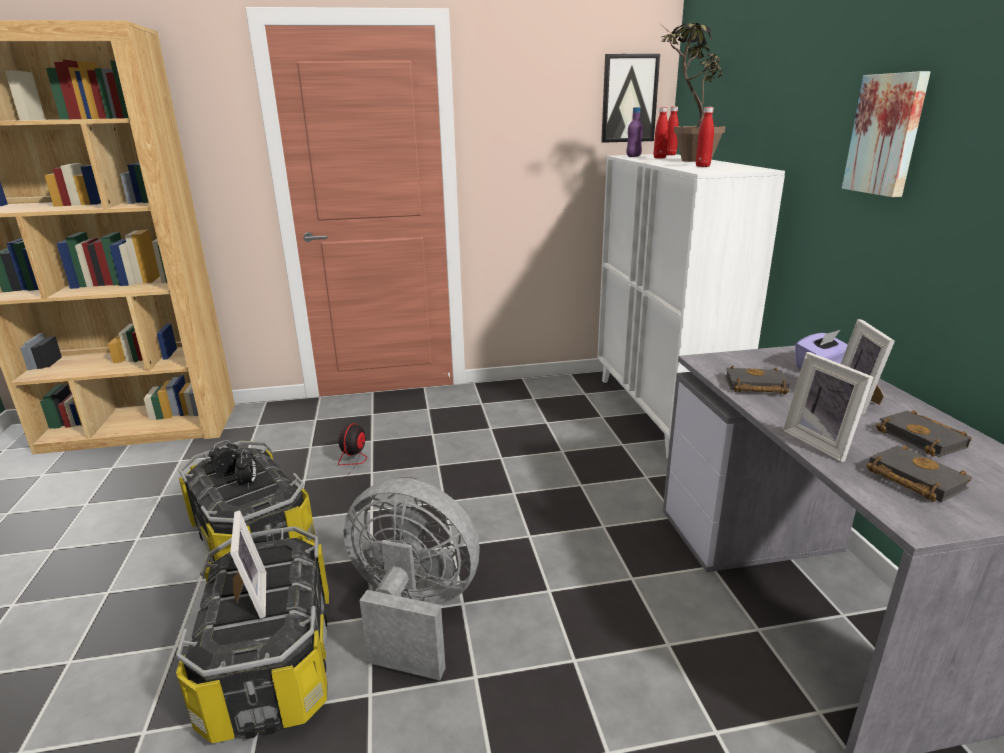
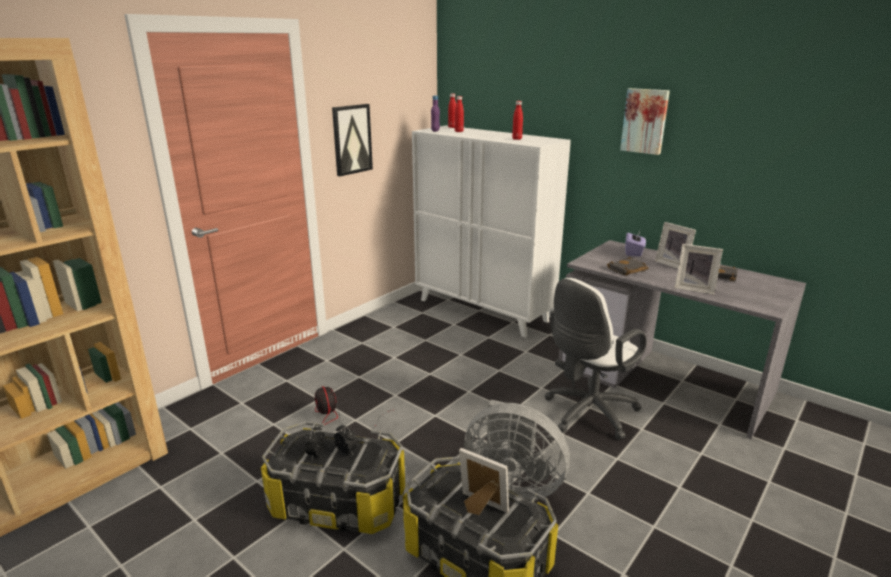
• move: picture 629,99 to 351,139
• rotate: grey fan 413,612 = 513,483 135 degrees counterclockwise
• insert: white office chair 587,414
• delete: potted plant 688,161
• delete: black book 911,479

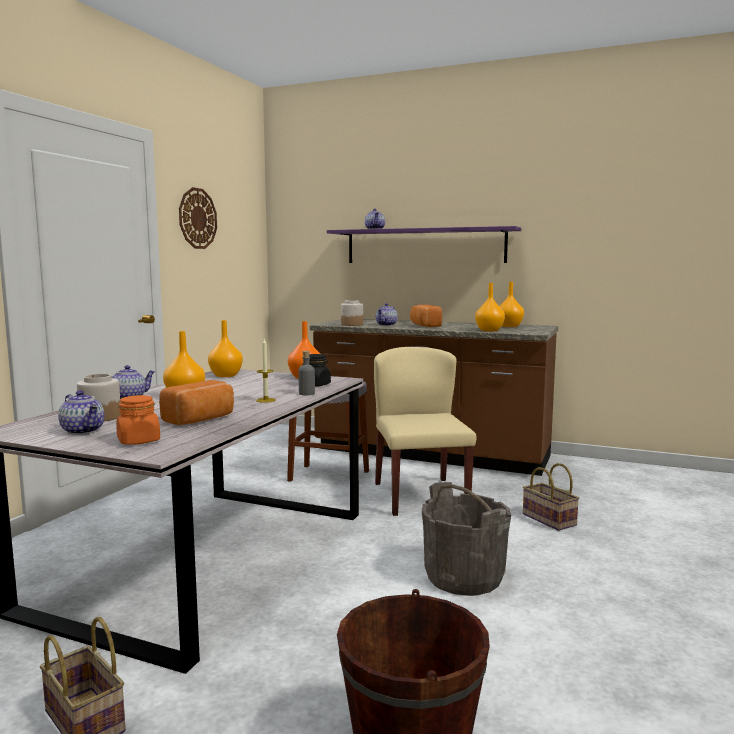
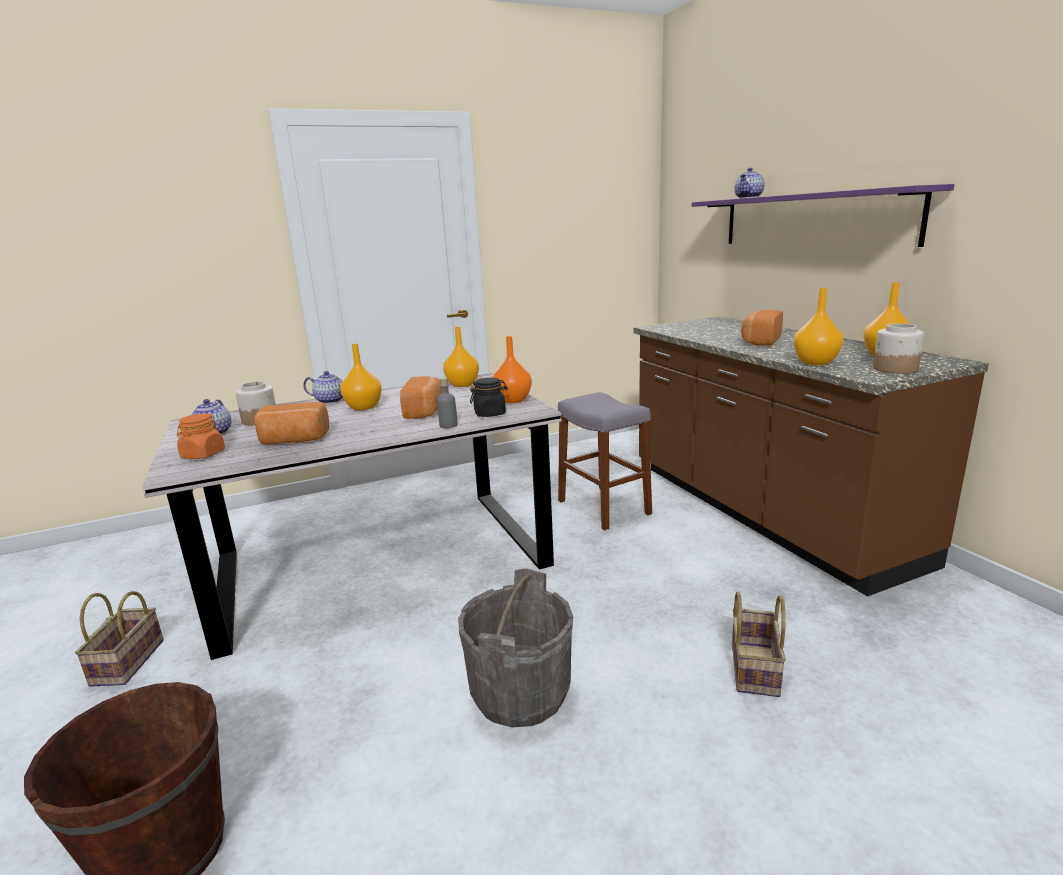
• insert: bread 425,411
• move: jar 352,324 to 895,369
• delete: wall clock 197,218
• delete: candle 265,400
• delete: beige chair 420,496
• delete: teapot 387,325

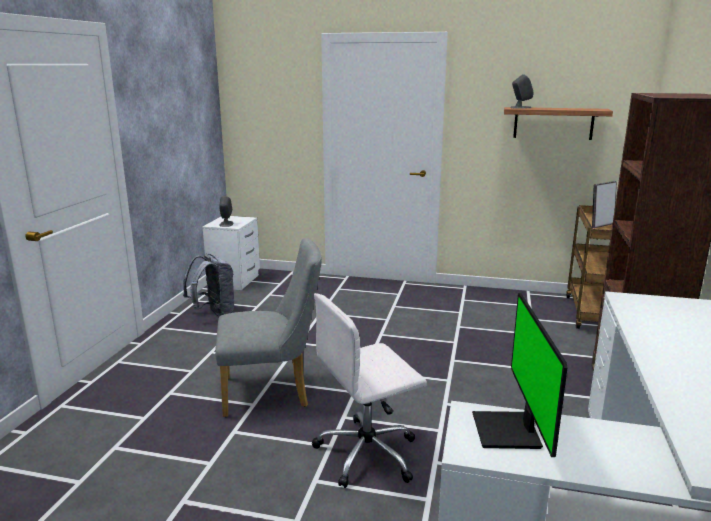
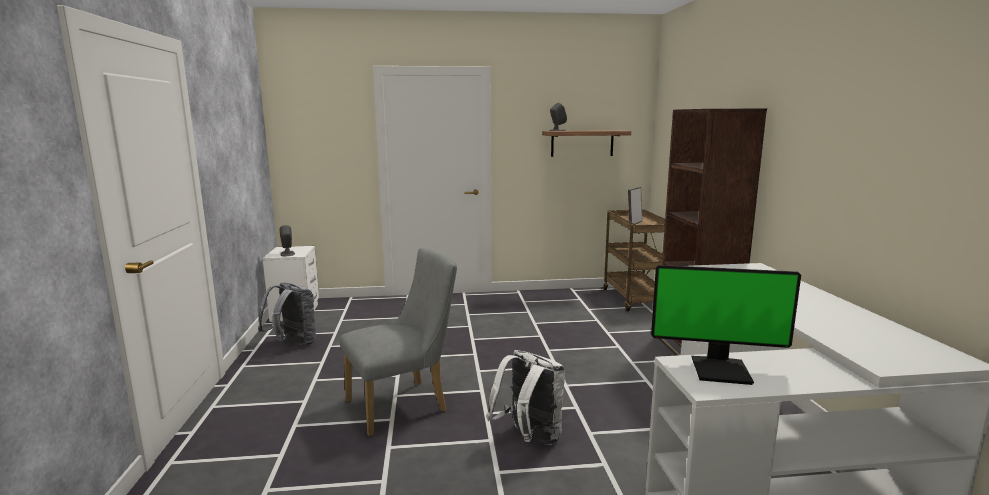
• replace: white office chair 368,453 to white backpack 529,438
• rotate: monitor 510,432 = 721,370 60 degrees counterclockwise

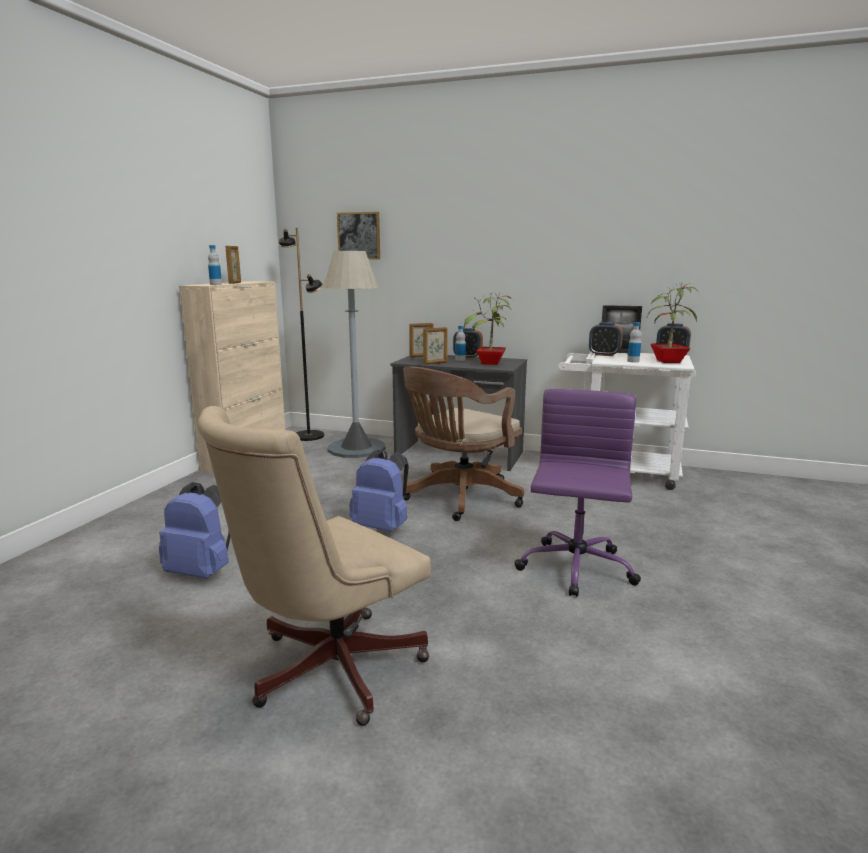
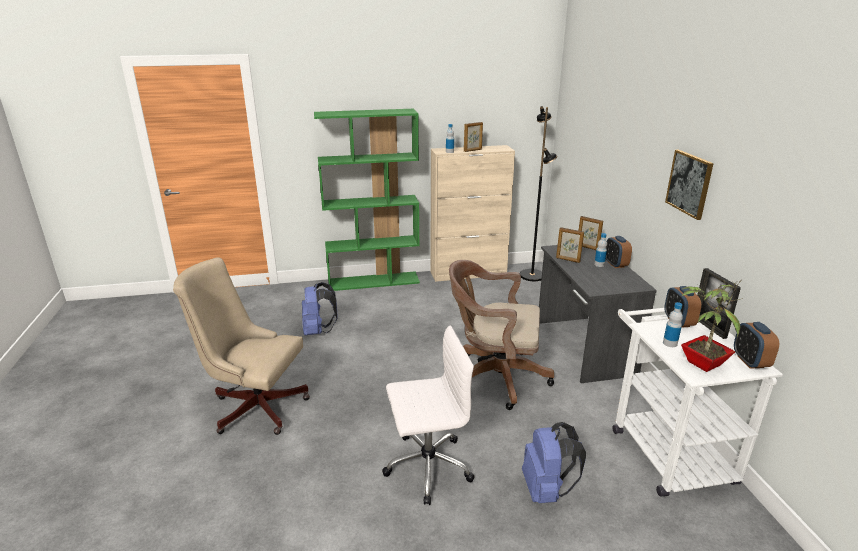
• insert: green bookcase 374,281
• recolor: purple office chair 575,569 to white office chair 426,466
• move: blue backpack 382,527 to 546,490
• move: picture 359,236 to 689,183
• delete: grey floor lamp 356,448
• delete: potted plant 490,363

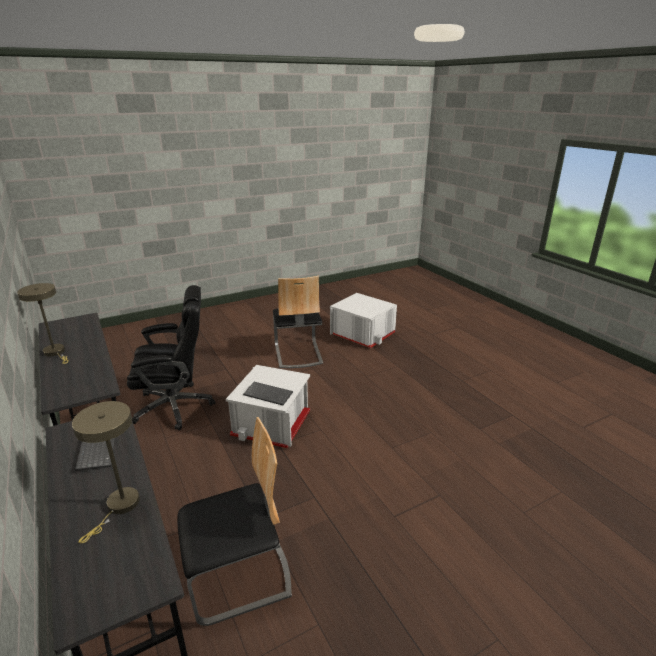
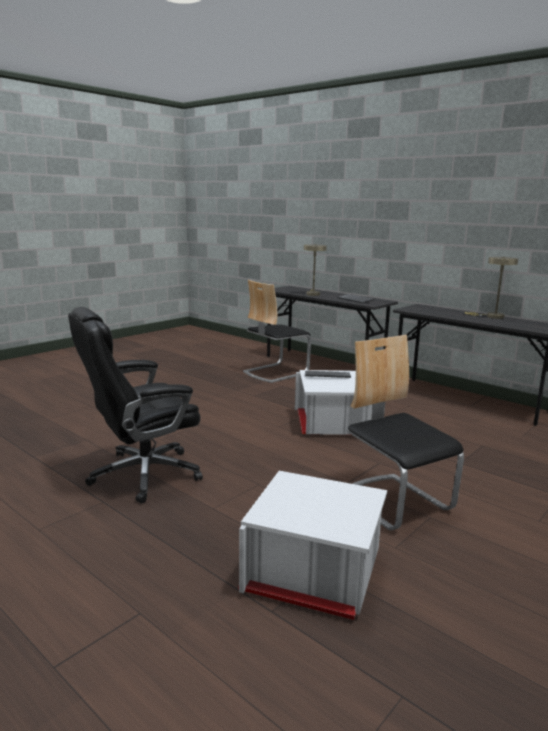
• move: black office chair 176,406 to 142,474

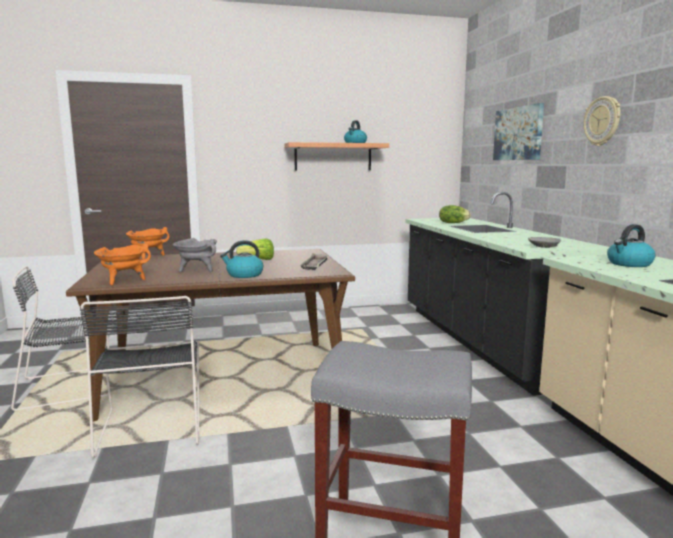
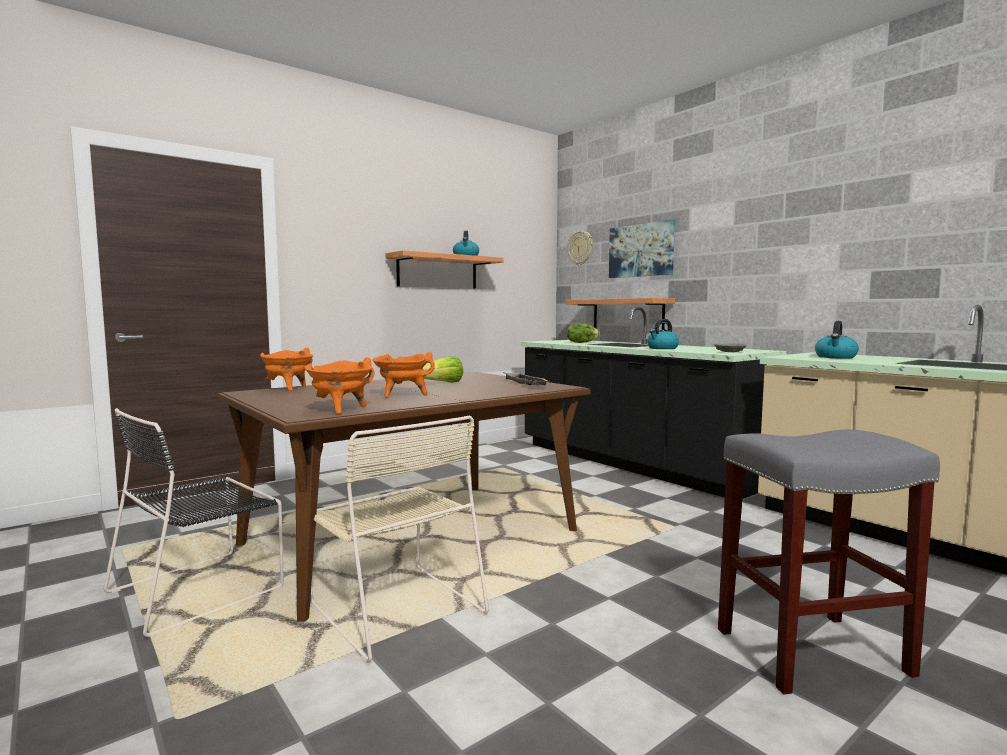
• recolor: black chair 152,425 to beige chair 394,606
• recolor: grey cooking pot 197,270 to orange cooking pot 402,395
• insert: shelf 627,314
• move: wall clock 602,121 to 580,248
• move: kettle 244,275 to 662,348

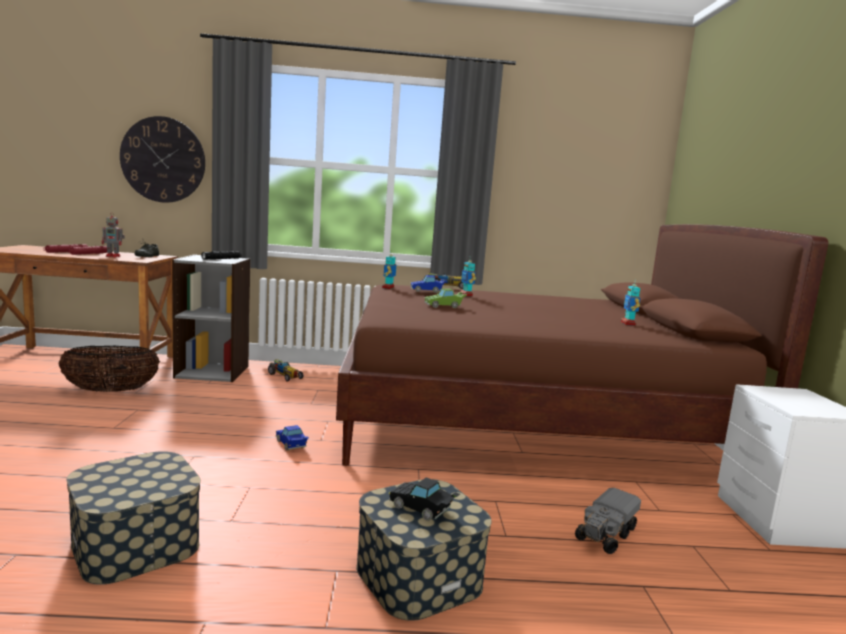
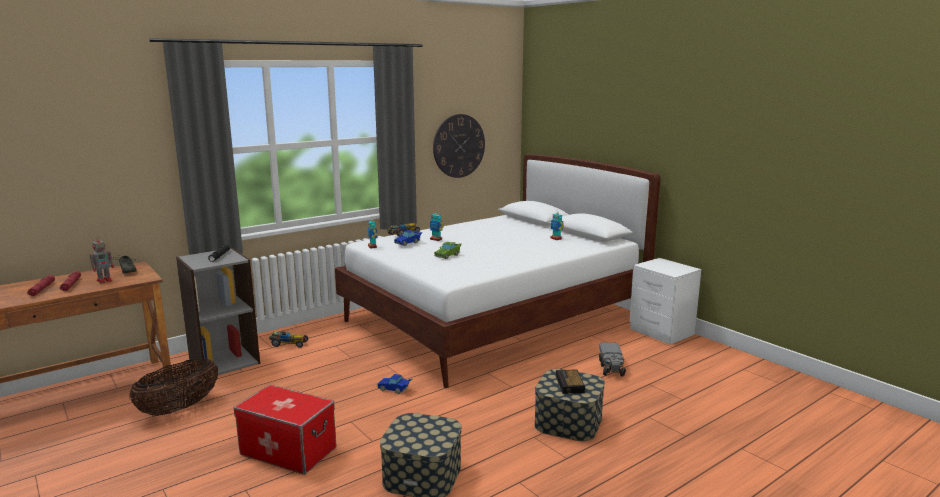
• insert: storage box 289,451
• recolor: brown bed 526,421 to white bed 495,319
• move: wall clock 163,160 to 459,146
• replace: black toy car 423,509 to alarm clock 570,385

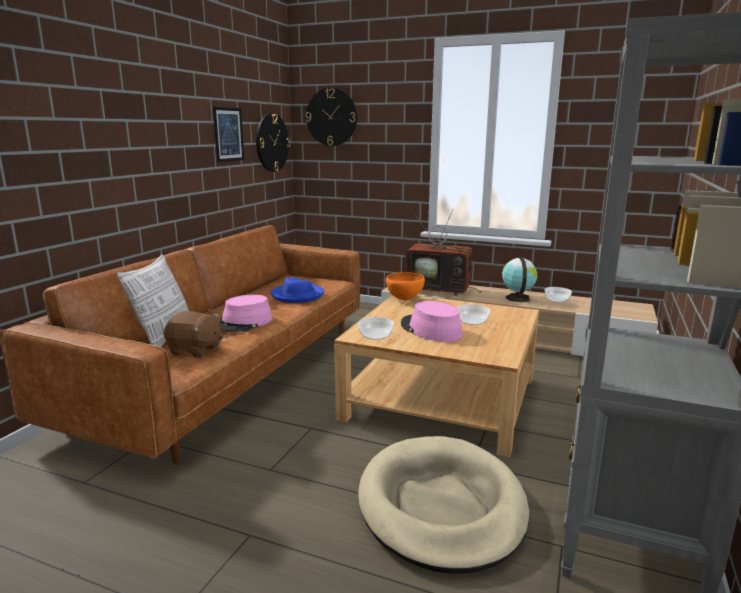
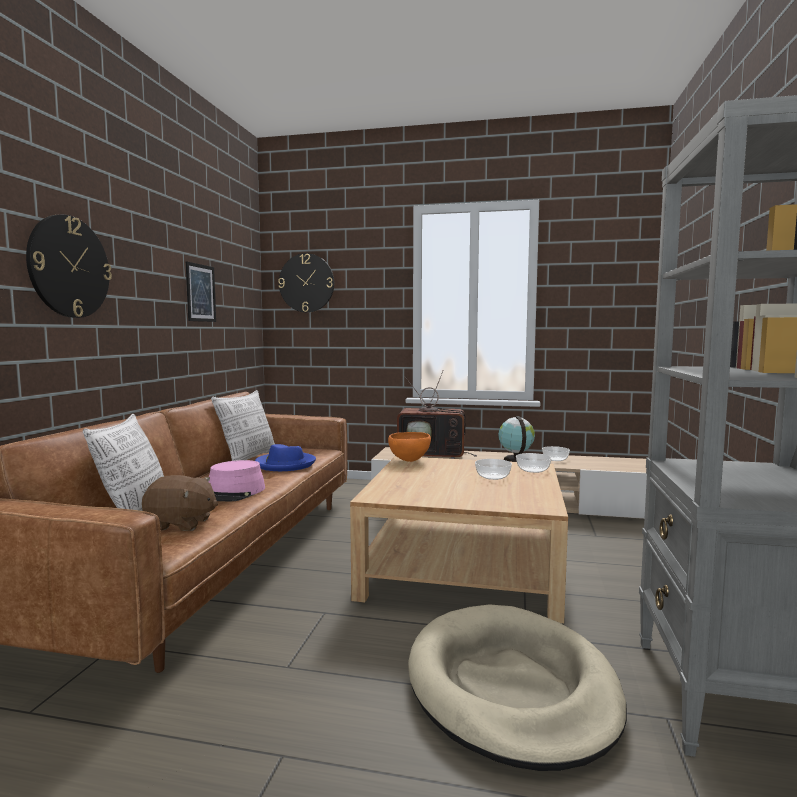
• move: wall clock 272,142 to 69,267
• insert: pillow 248,459
• move: bowl 375,336 to 532,470
• delete: pink hat 430,329

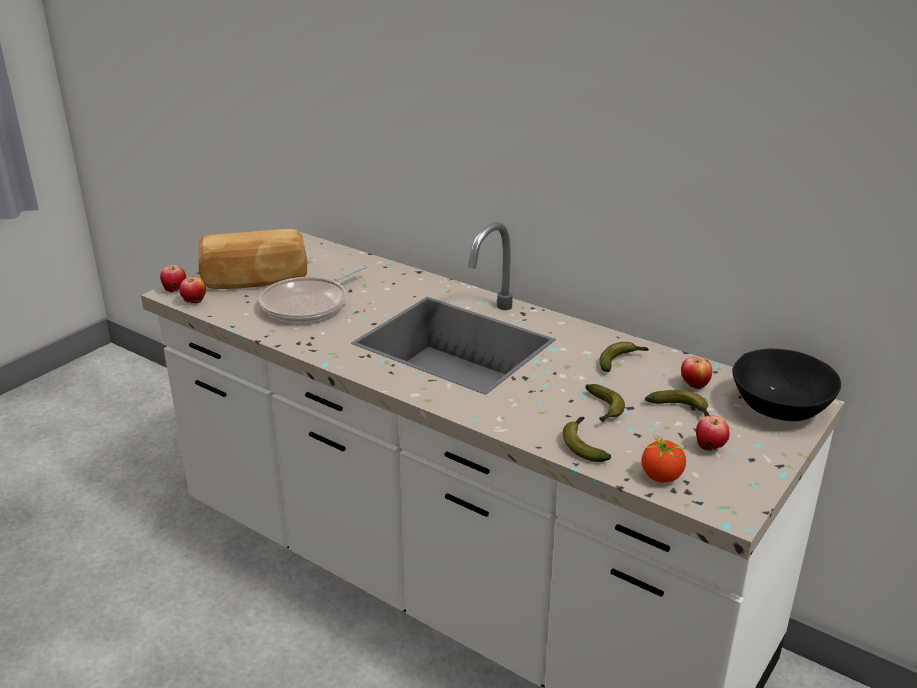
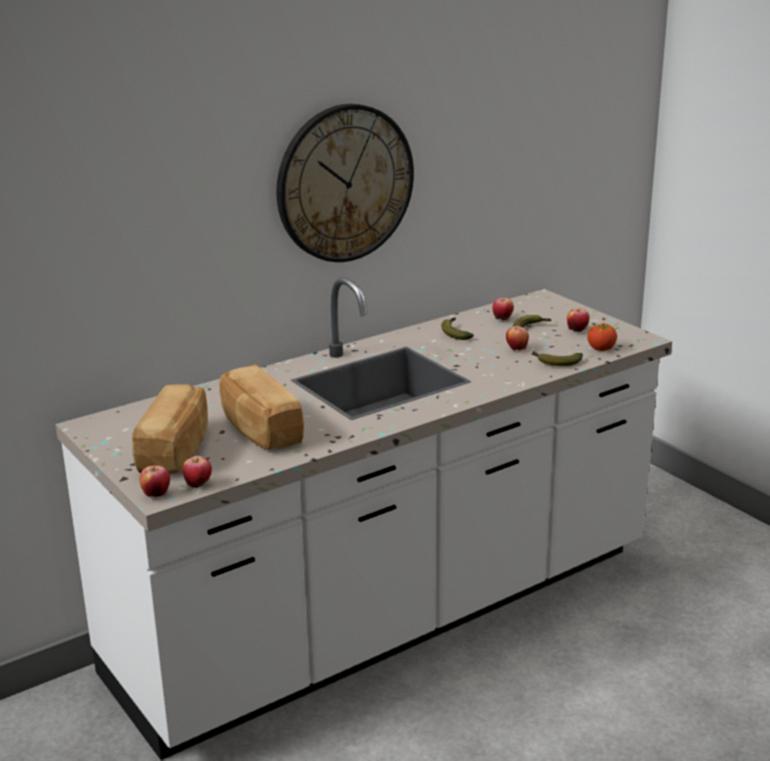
• replace: frying pan 309,305 to bread 259,429
• insert: wall clock 344,183
• replace: banana 604,410 to apple 516,349
• delete: black bowl 780,408

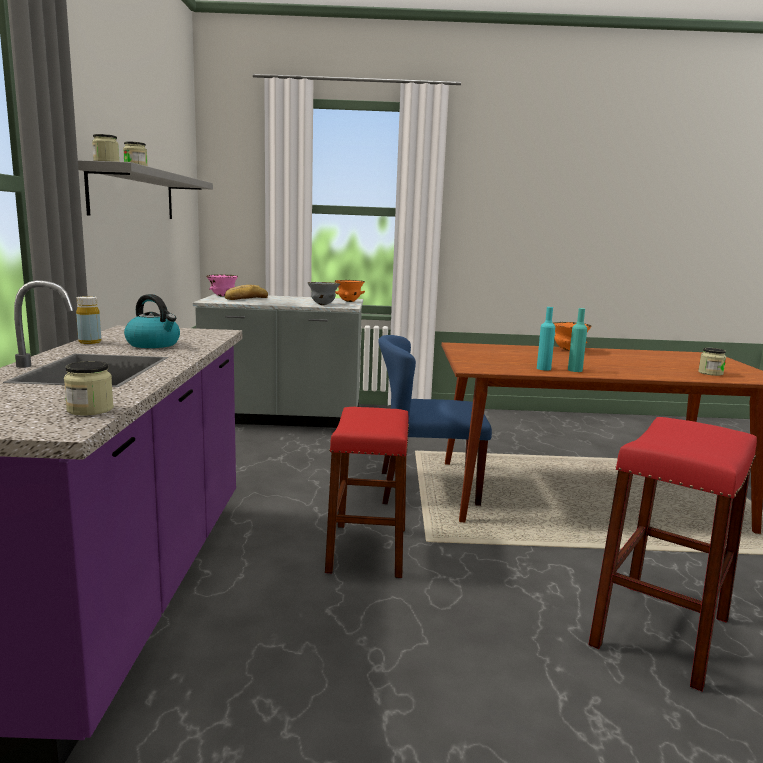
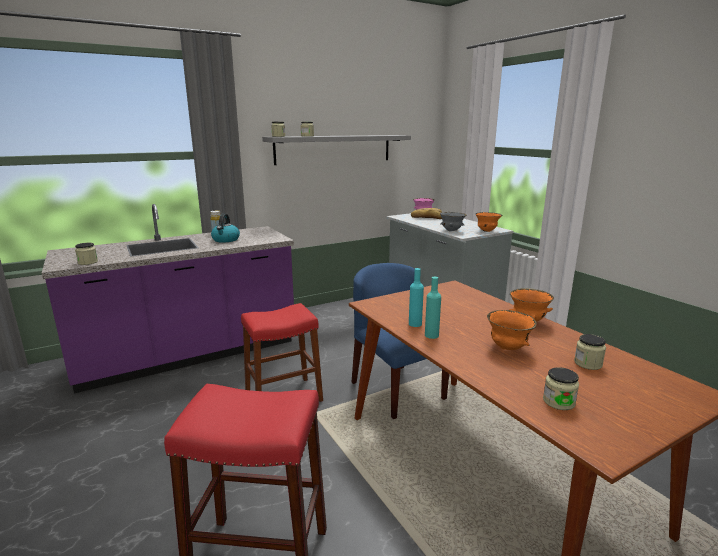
• insert: orange bowl 507,348
• insert: jar 588,363

